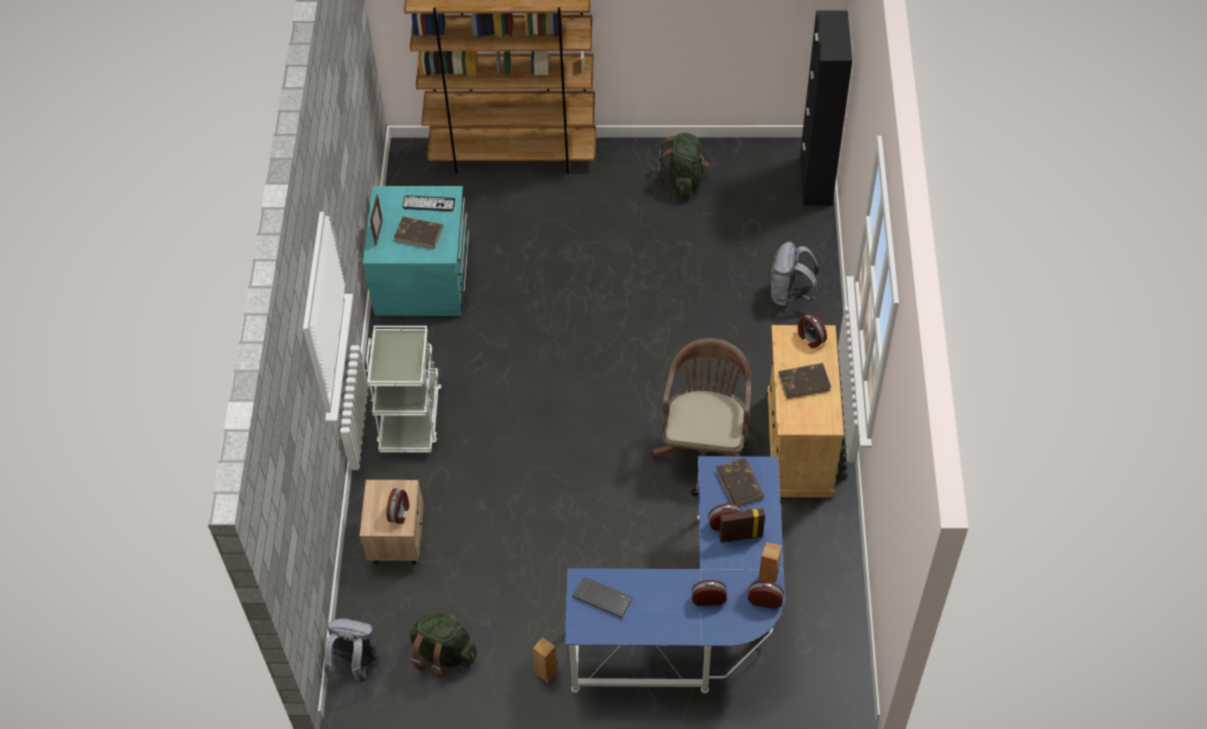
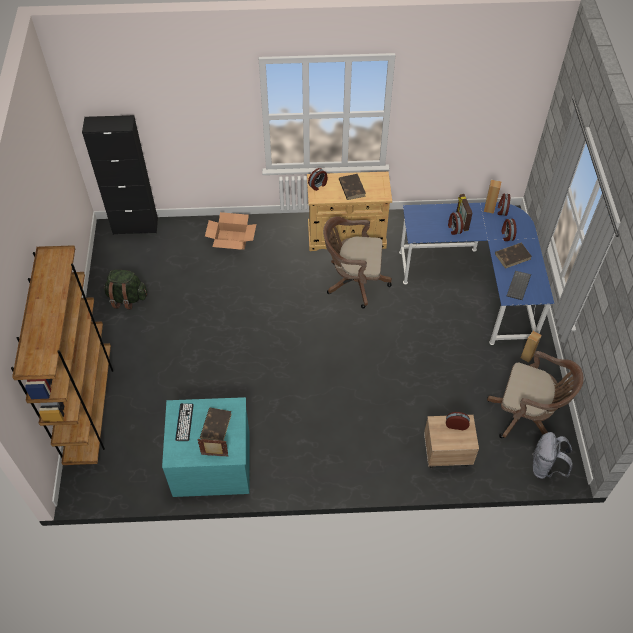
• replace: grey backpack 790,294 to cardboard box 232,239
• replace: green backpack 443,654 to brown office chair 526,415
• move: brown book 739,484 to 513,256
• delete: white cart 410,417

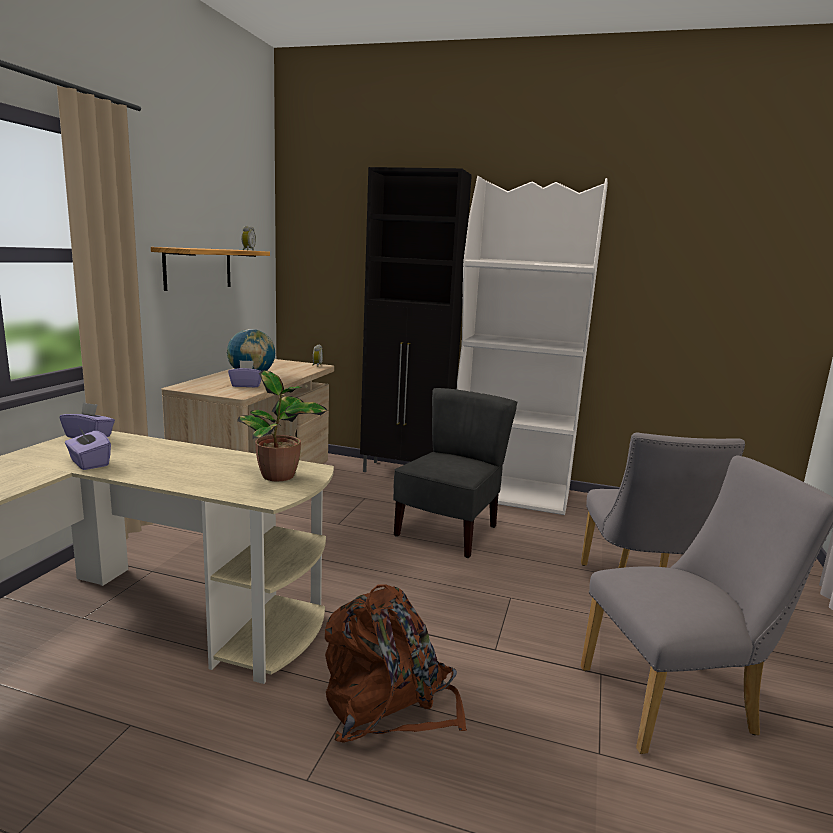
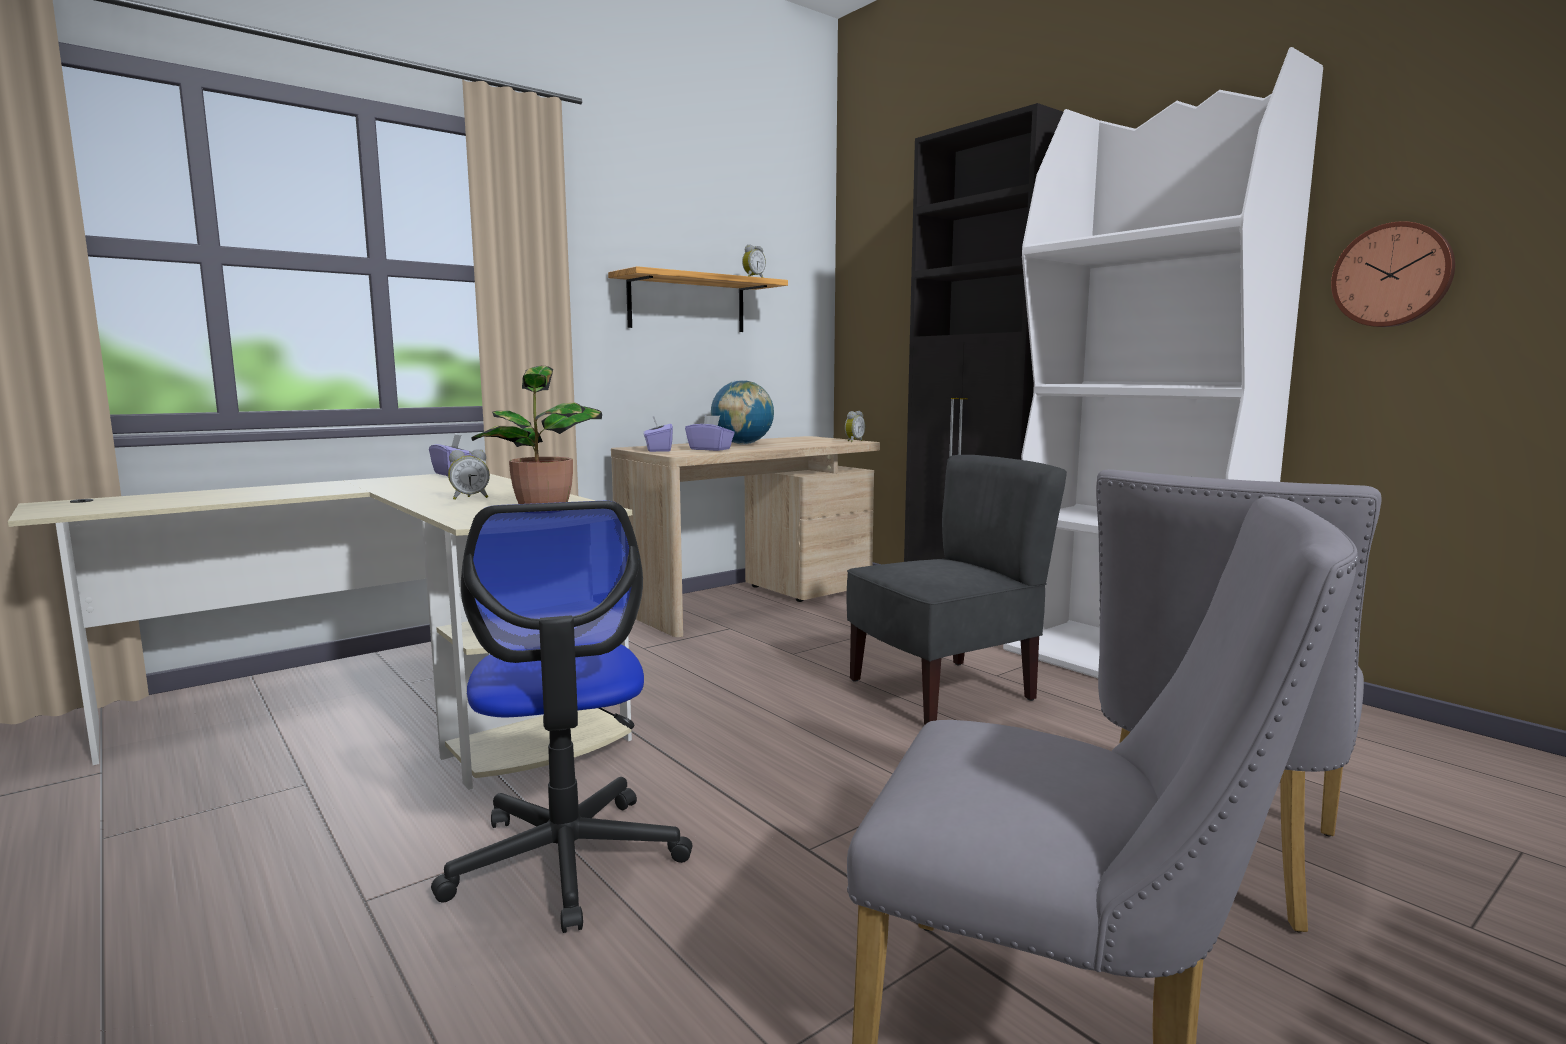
• replace: brown backpack 388,704 to office chair 567,860
• insert: alarm clock 470,498
• move: purple tissue box 89,463 to 658,450
• insert: wall clock 1392,275

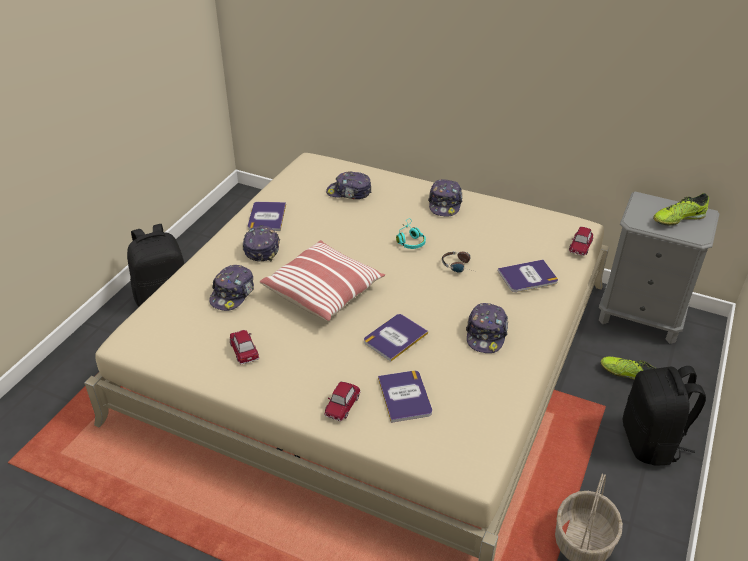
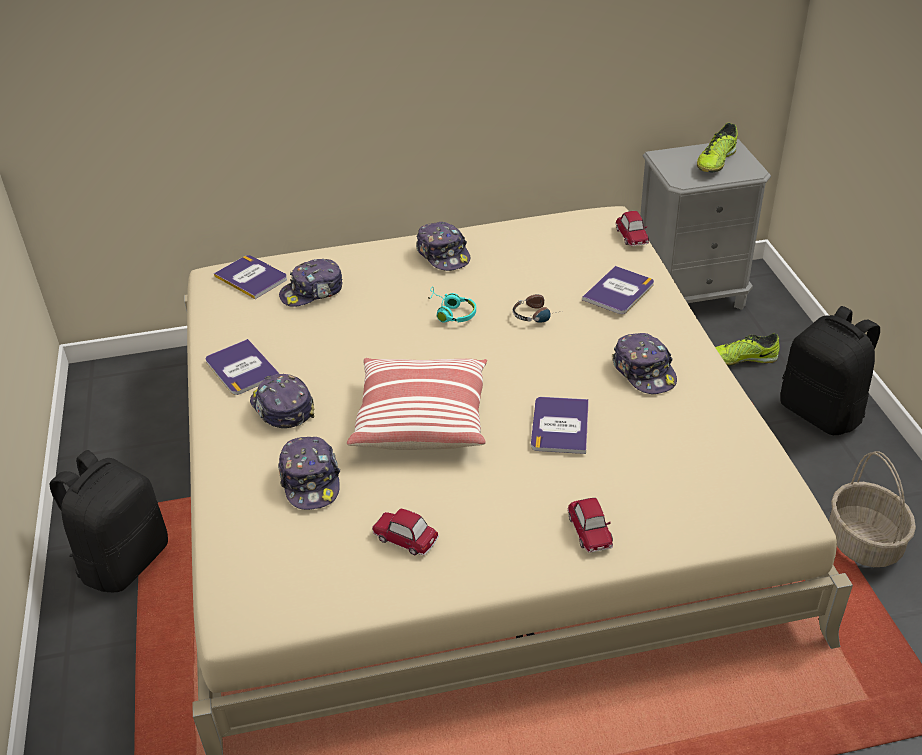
• move: book 405,396 to 251,277

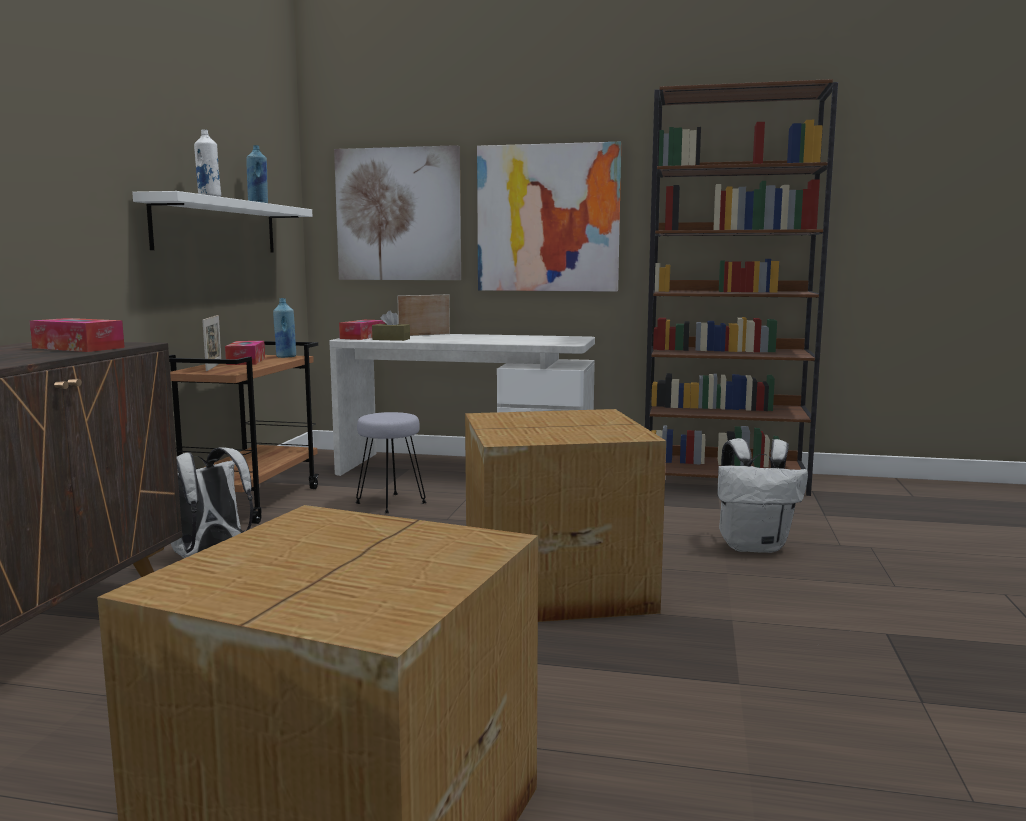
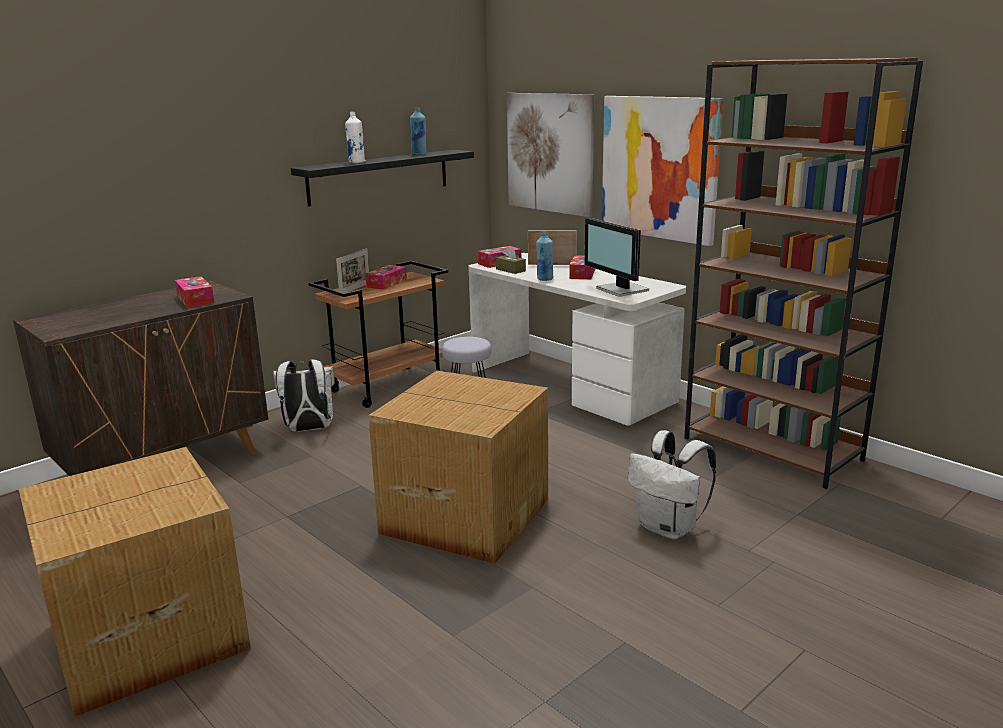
• recolor: white shelf 217,226 to black shelf 379,176
• move: blue bottle 286,356 to 544,279
• insert: tissue box 582,274
• insert: monitor 621,290

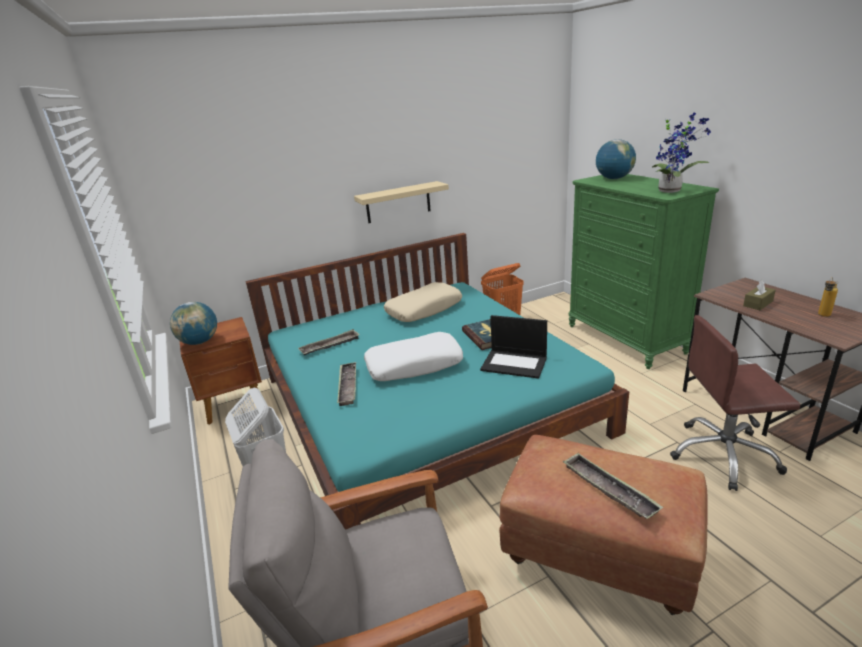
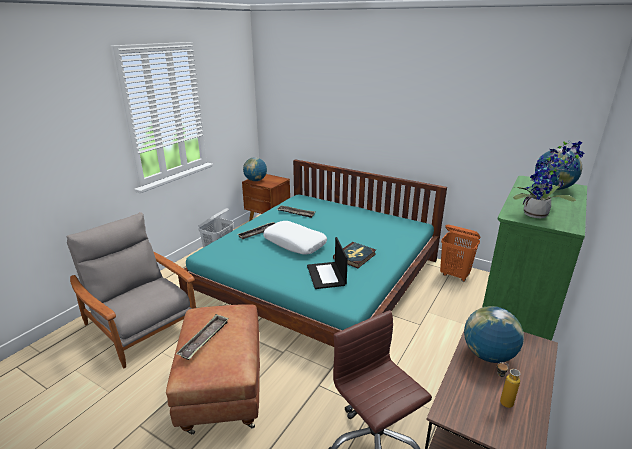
• replace: brown tissue box 758,303 to globe 488,355
• delete: beige shelf 398,202
• delete: beige pillow 424,309

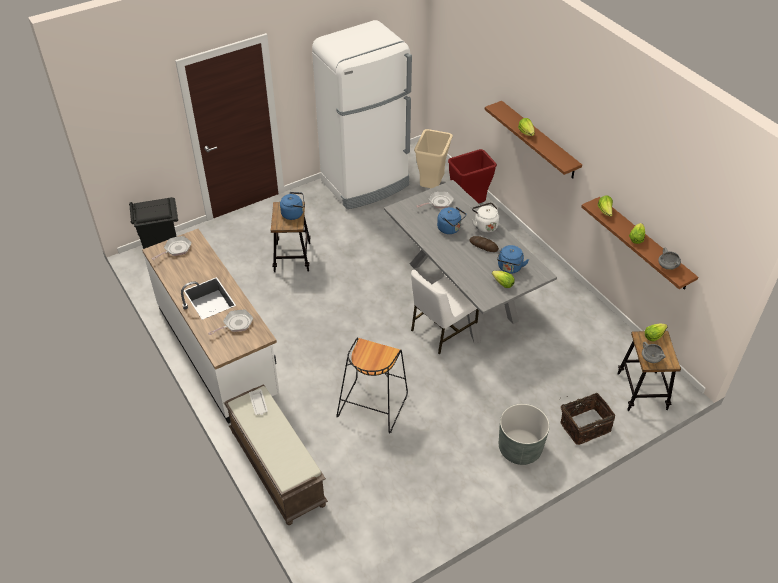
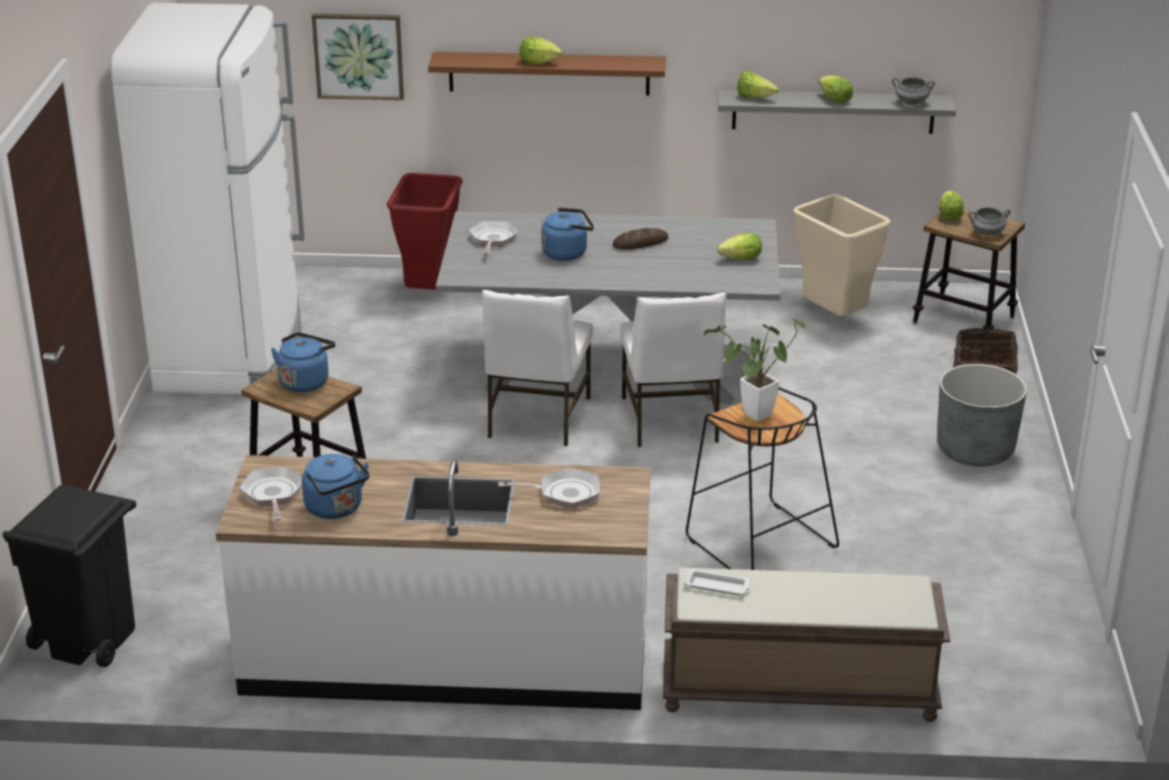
• move: blue kettle 509,268 to 336,509
• insert: picture 358,55
• insert: white chair 536,418
• rotate: frying pan 236,324 = 564,493 90 degrees clockwise
• insert: potted plant 752,417
• recolor: brown shelf 644,244 to grey shelf 833,111
• move: beige trash can 432,187 to 835,318
• delete: white kettle 484,225

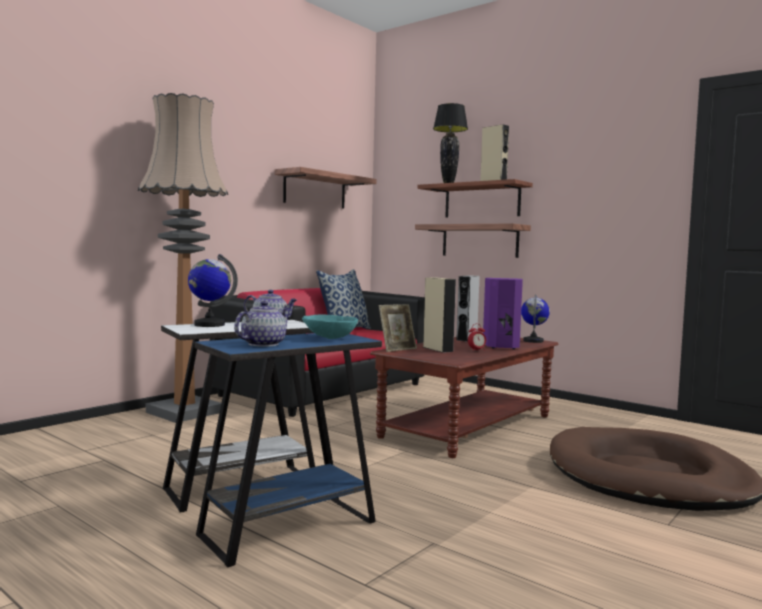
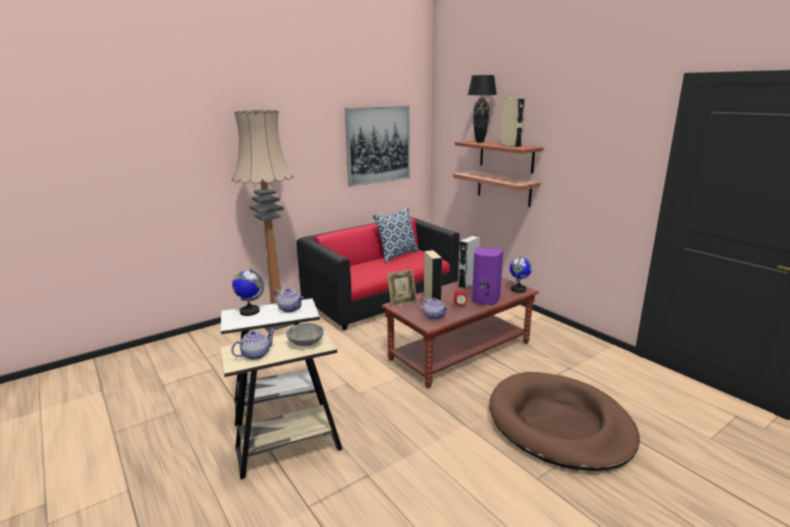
• recolor: blue side table 288,528 to beige side table 288,449
• recolor: turquoise bowl 329,338 to grey bowl 305,343
• replace: shelf 315,190 to picture 378,145
• insert: teapot 434,316

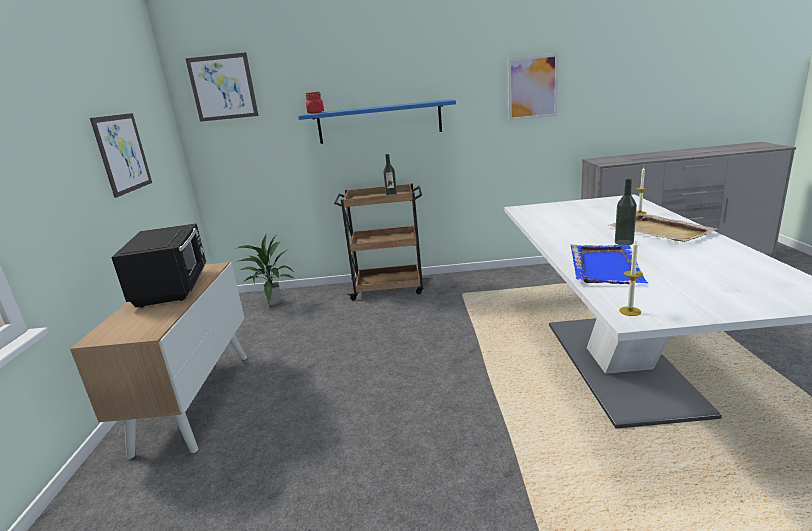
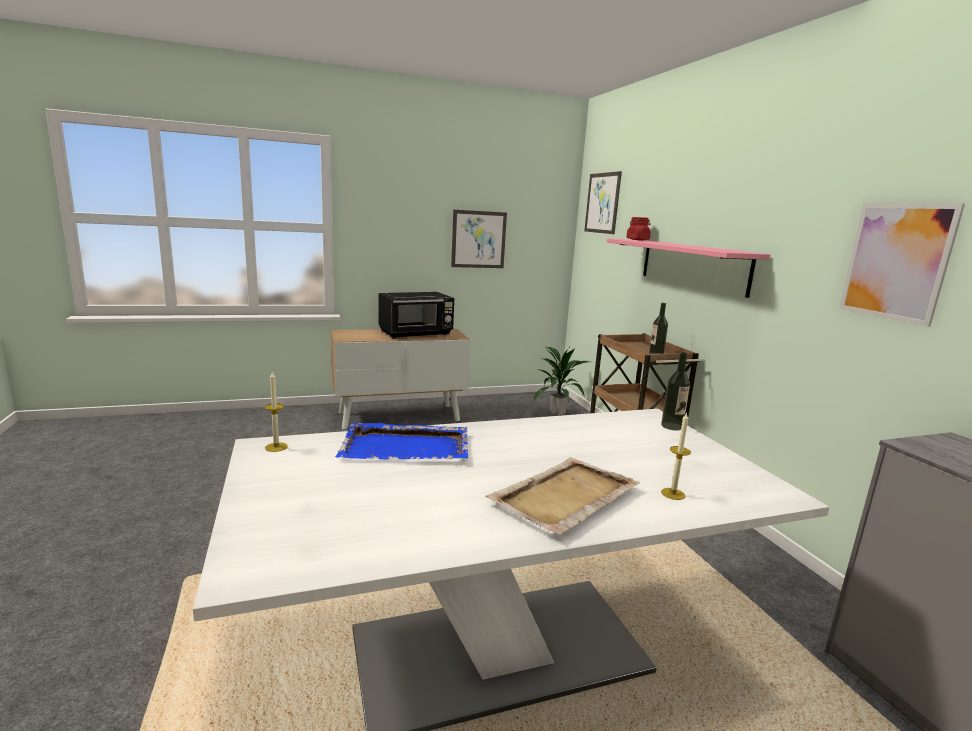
• recolor: blue shelf 379,122 to pink shelf 692,265
• move: bottle 624,242 to 672,426

